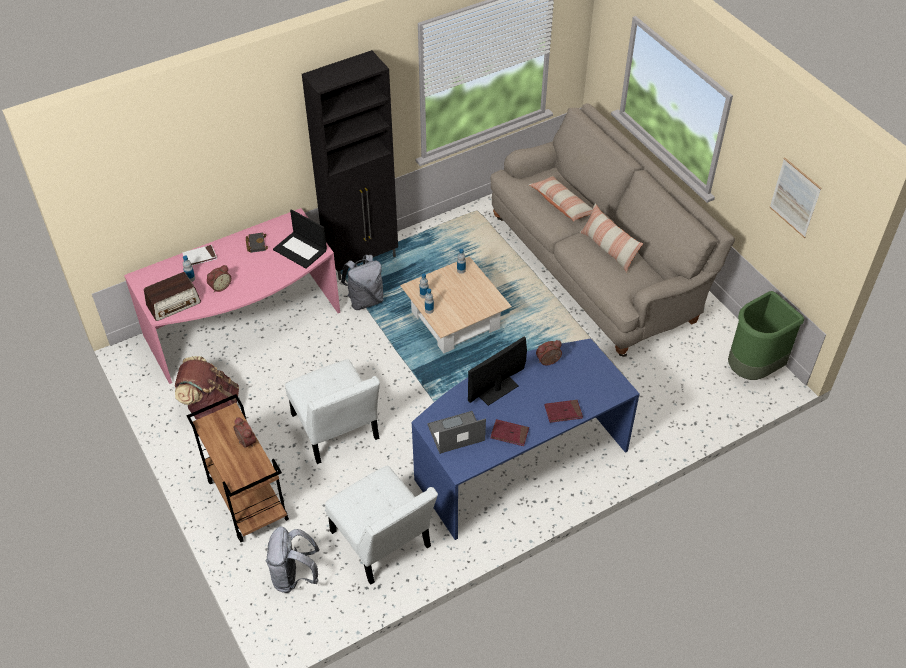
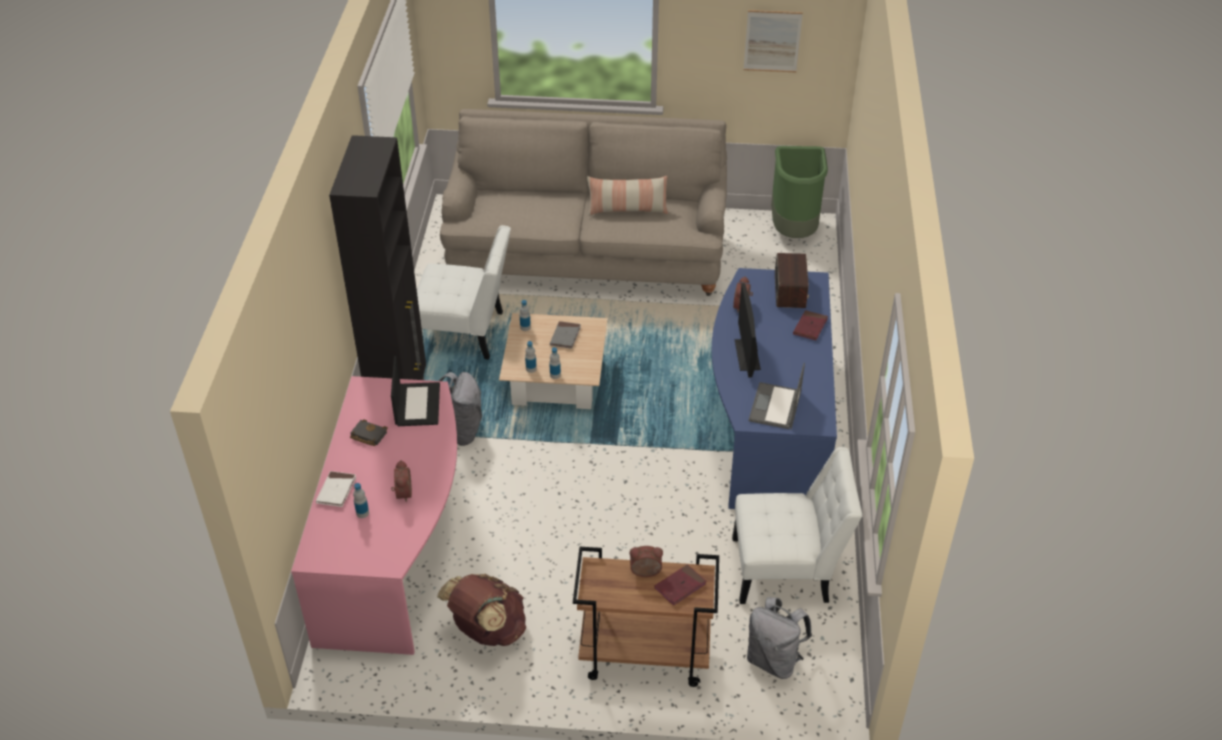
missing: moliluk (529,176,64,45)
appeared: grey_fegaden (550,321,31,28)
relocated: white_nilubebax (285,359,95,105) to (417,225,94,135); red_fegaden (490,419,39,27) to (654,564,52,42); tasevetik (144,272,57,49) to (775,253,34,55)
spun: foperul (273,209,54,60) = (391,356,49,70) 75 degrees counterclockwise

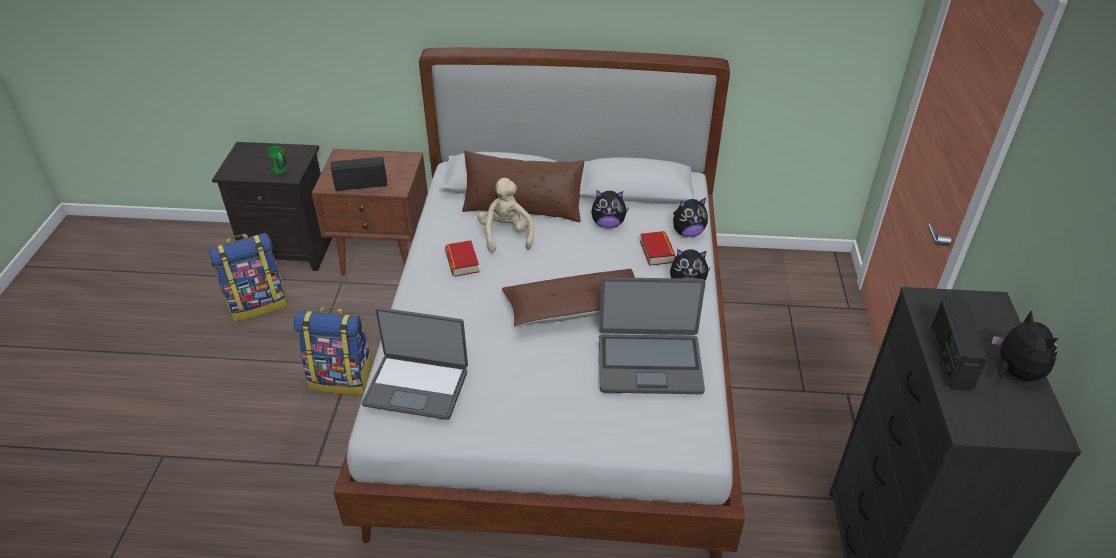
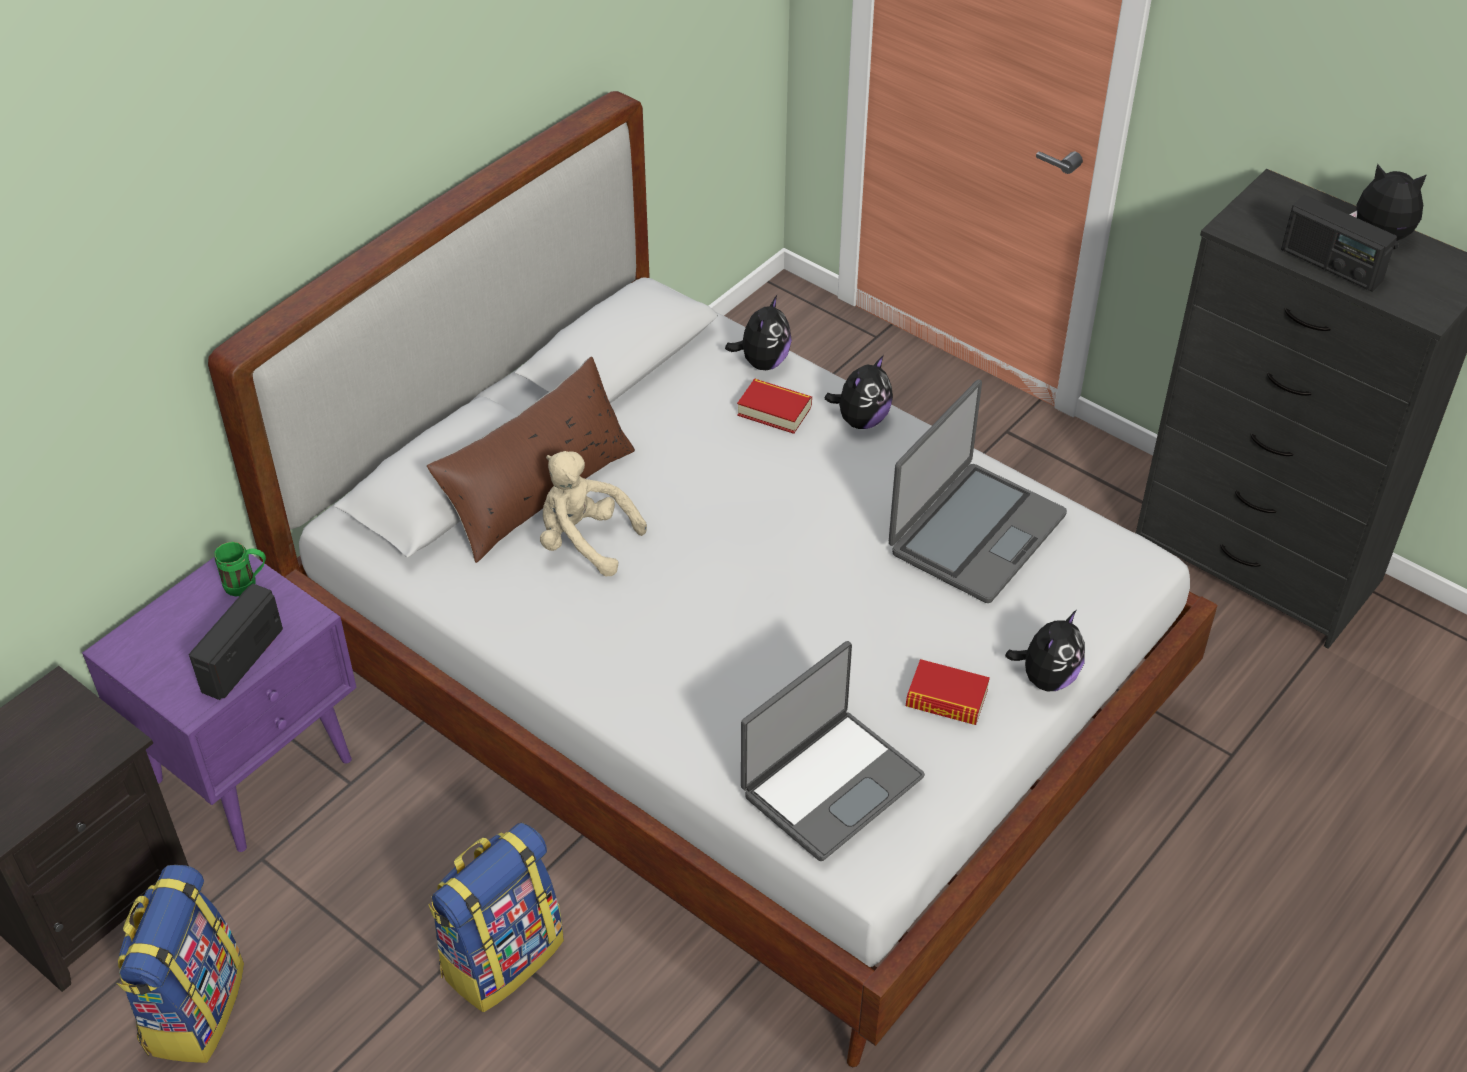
missing: brown_moliluk (502,269,133,58)
relocated: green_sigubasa (267,146,21,28) to (214,542,52,54); fegaden (445,240,34,37) to (906,659,84,66); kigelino (591,191,38,37) to (1005,610,80,81)
colour: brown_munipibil (312,149,116,127) to purple_munipibil (82,554,275,298)

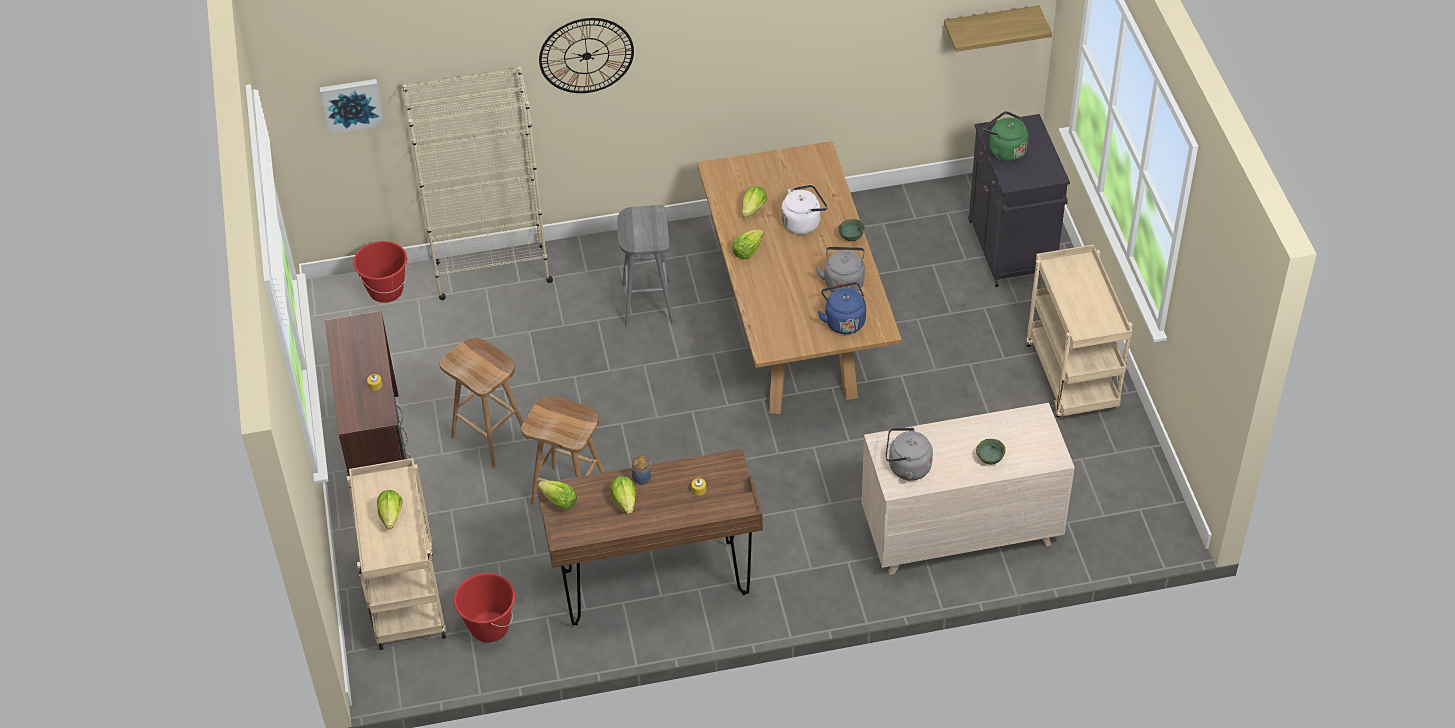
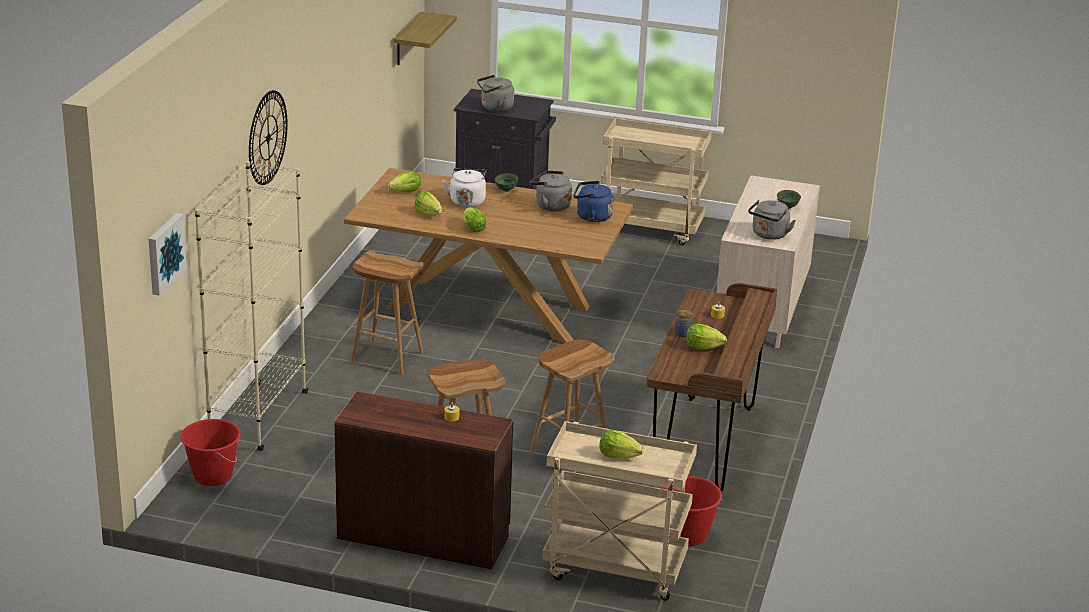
relocated: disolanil (538,481,39,29) to (387,171,34,21)
colour: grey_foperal (617,205,57,122) to brown_foperal (351,250,72,125); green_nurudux (983,111,46,51) to grey_nurudux (477,75,37,37)

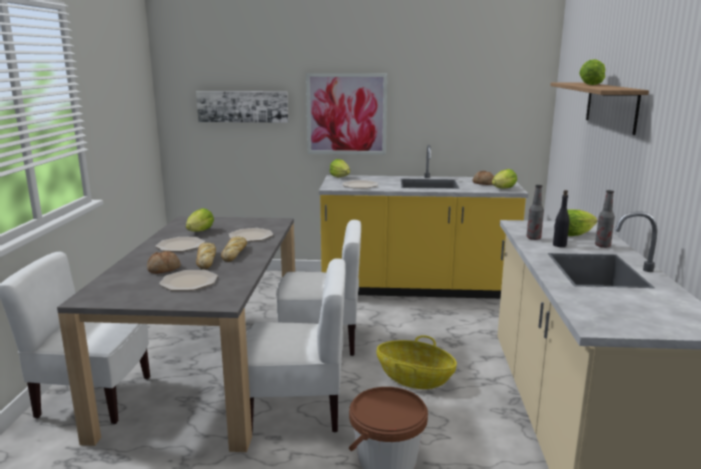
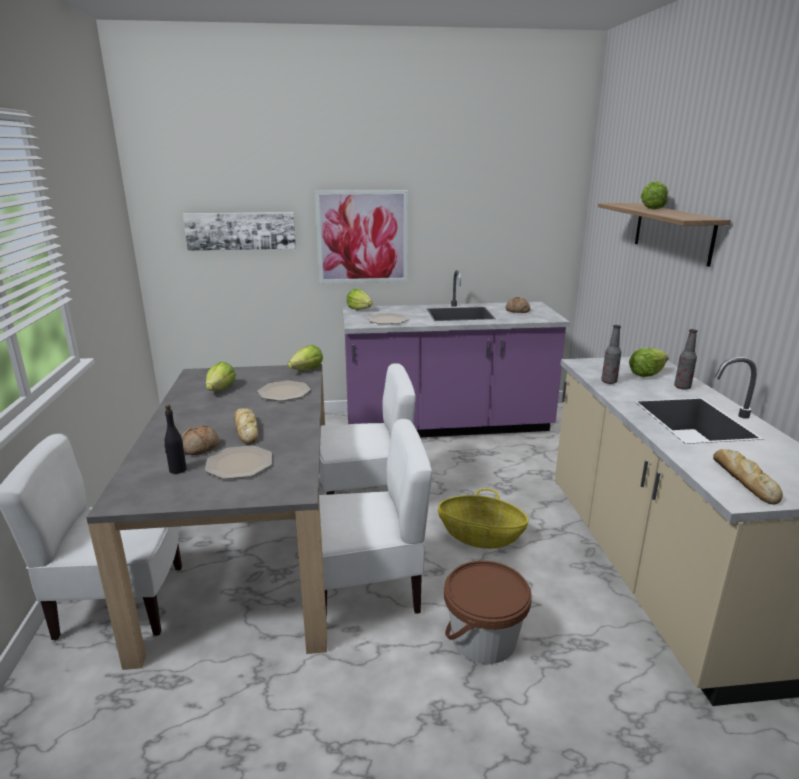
missing: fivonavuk (155,237,50,15)
relocated: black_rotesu (553,190,17,57) to (164,405,23,69); disolanil (492,169,25,19) to (288,345,35,25); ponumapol (221,236,26,26) to (713,449,70,55)
colour: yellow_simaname (319,145,210,154) to purple_simaname (343,270,227,167)

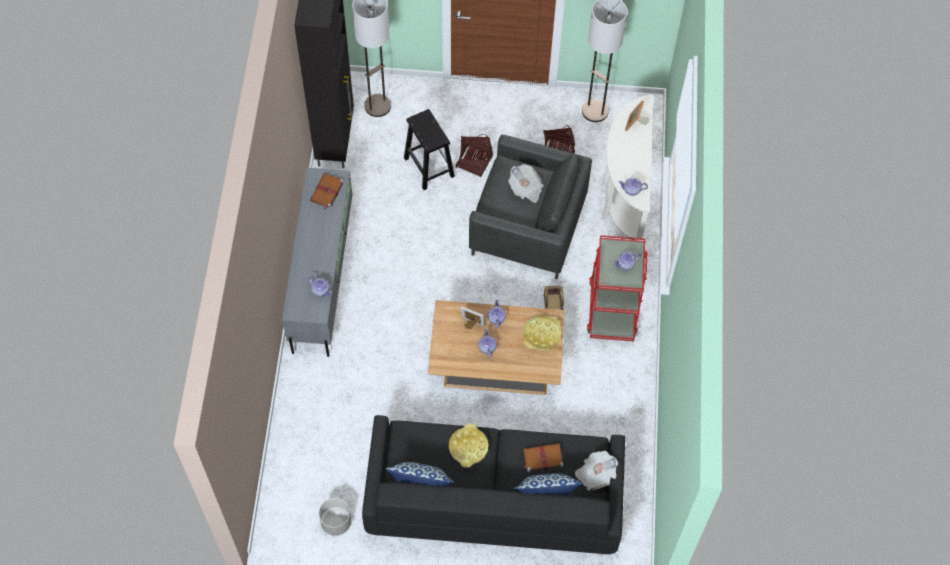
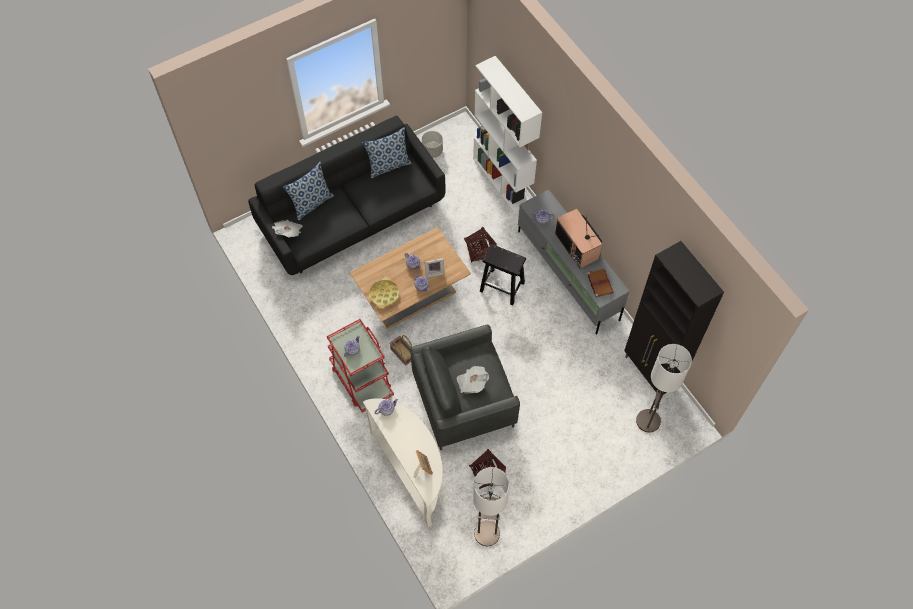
missing: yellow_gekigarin (449,423,40,45); brown_fegaden (523,443,41,29)
appeared: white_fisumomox (473,56,69,156); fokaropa (555,209,47,60)
relocated: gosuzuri (456,134,37,44) to (464,227,33,36); black_foperal (404,109,51,81) to (480,244,46,61)

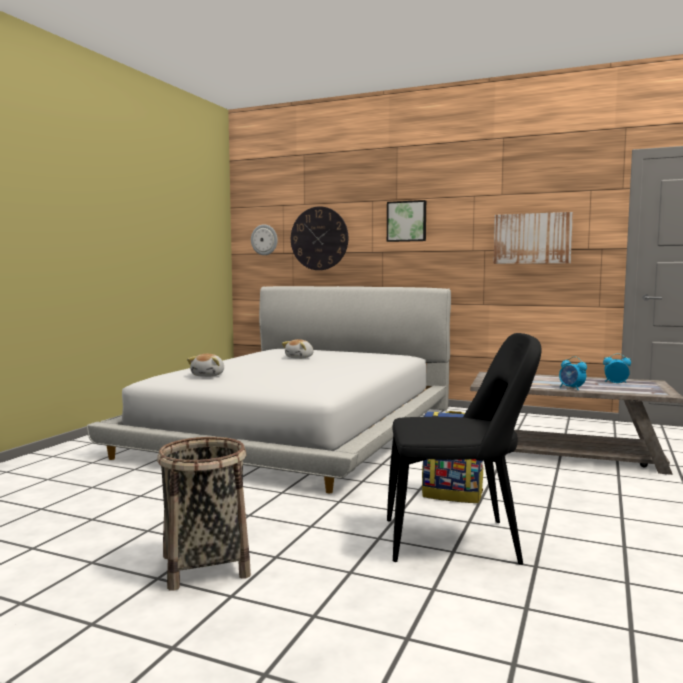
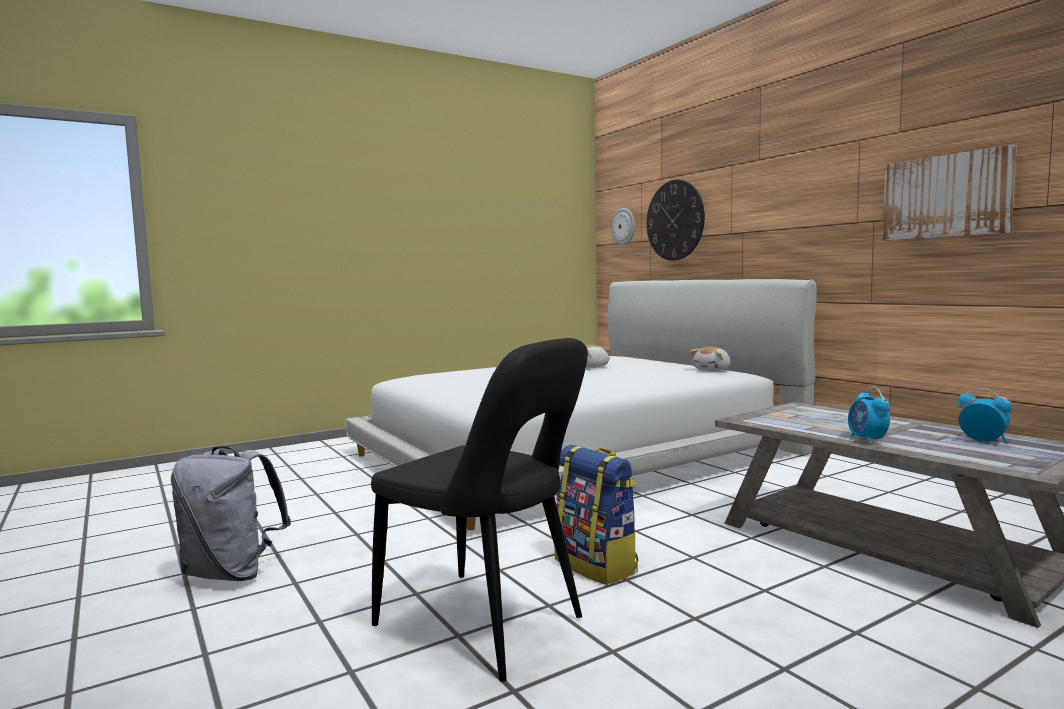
missing: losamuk (387,200,39,42)
relocated: kigelino (187,354,37,23) to (690,347,41,24)
exchanged: gosuzuri (157,437,94,154) to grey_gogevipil (171,446,120,135)

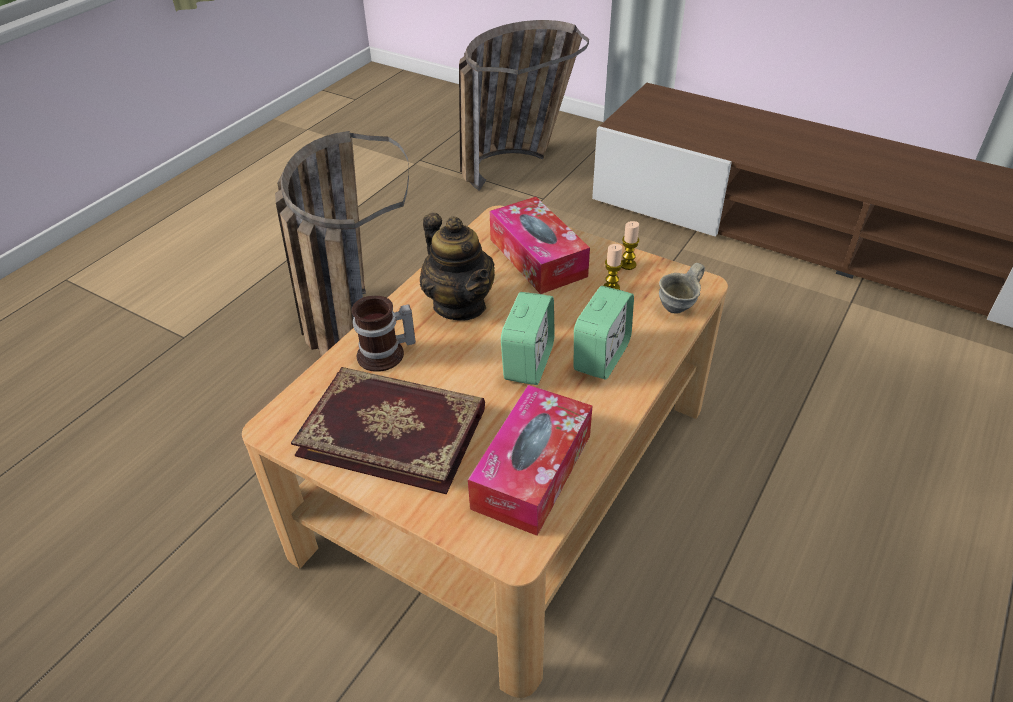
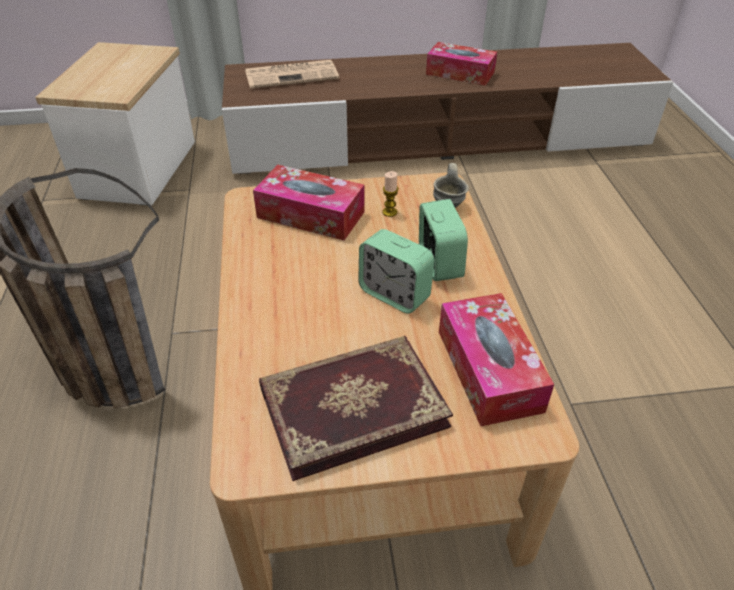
missing: sigubasa (352,296,64,76); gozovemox (420,213,75,107); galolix (621,221,18,49)
appeared: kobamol (245,60,94,29); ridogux (426,42,71,44)
exchanged: gosuzuri (459,20,130,171) to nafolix (35,42,160,163)
spun: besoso (501,292,54,93) = (358,229,77,85) 150 degrees clockwise

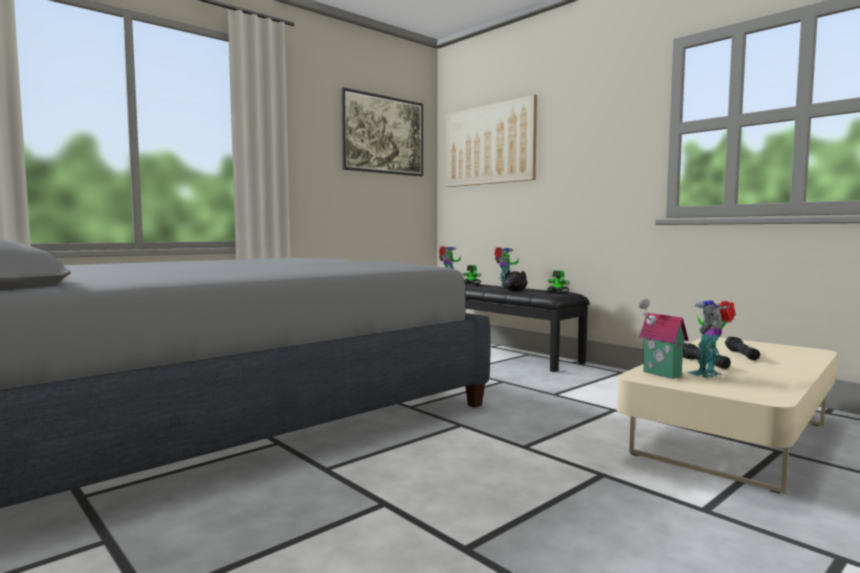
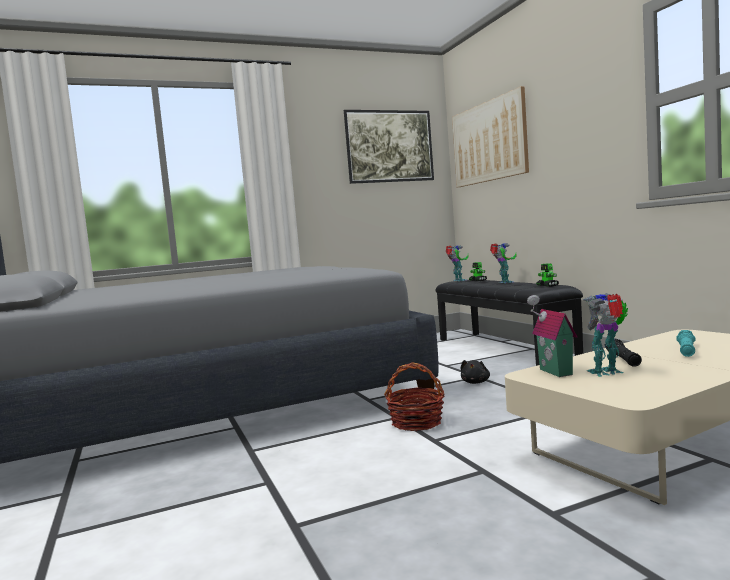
appeared: gosuzuri (384,362,61,69)
relocated: black_kigelino (503,270,24,21) to (461,360,29,24)
colour: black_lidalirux (725,337,35,23) to turquoise_lidalirux (676,330,19,27)

